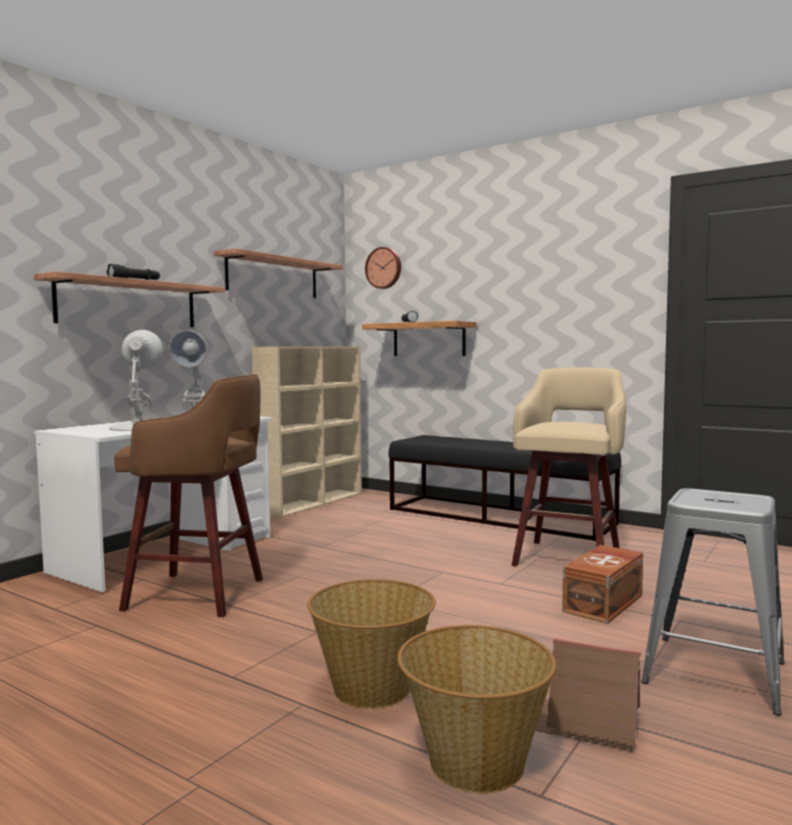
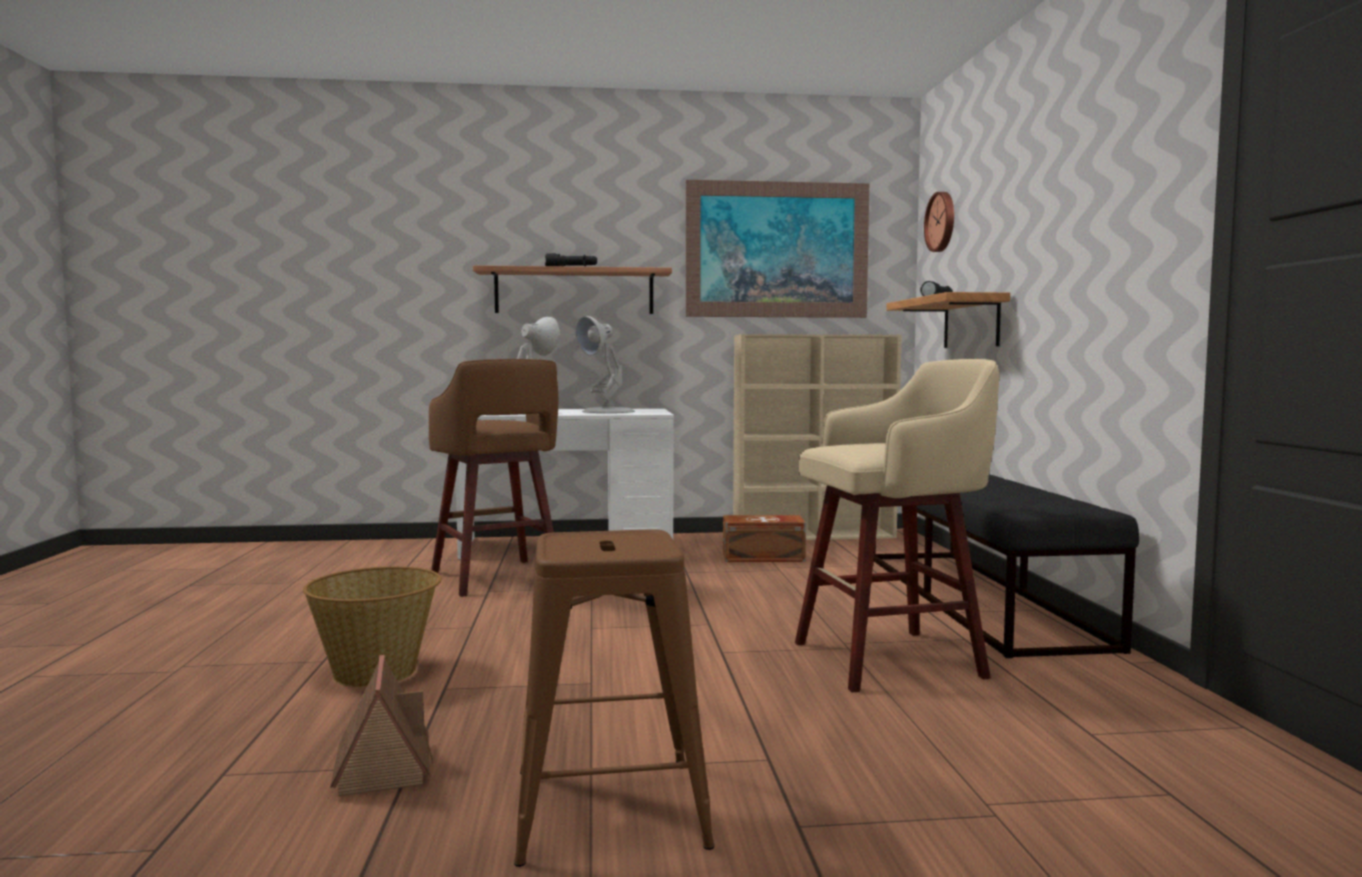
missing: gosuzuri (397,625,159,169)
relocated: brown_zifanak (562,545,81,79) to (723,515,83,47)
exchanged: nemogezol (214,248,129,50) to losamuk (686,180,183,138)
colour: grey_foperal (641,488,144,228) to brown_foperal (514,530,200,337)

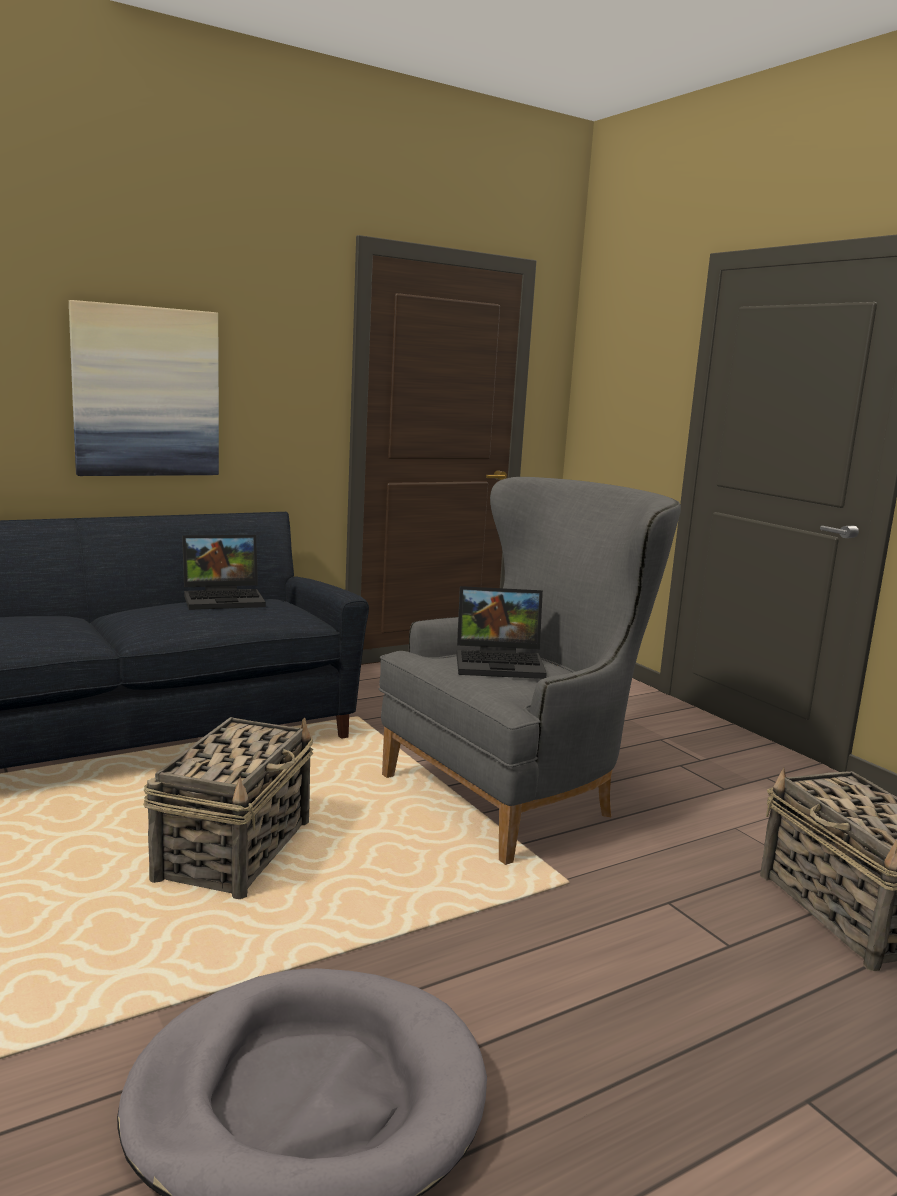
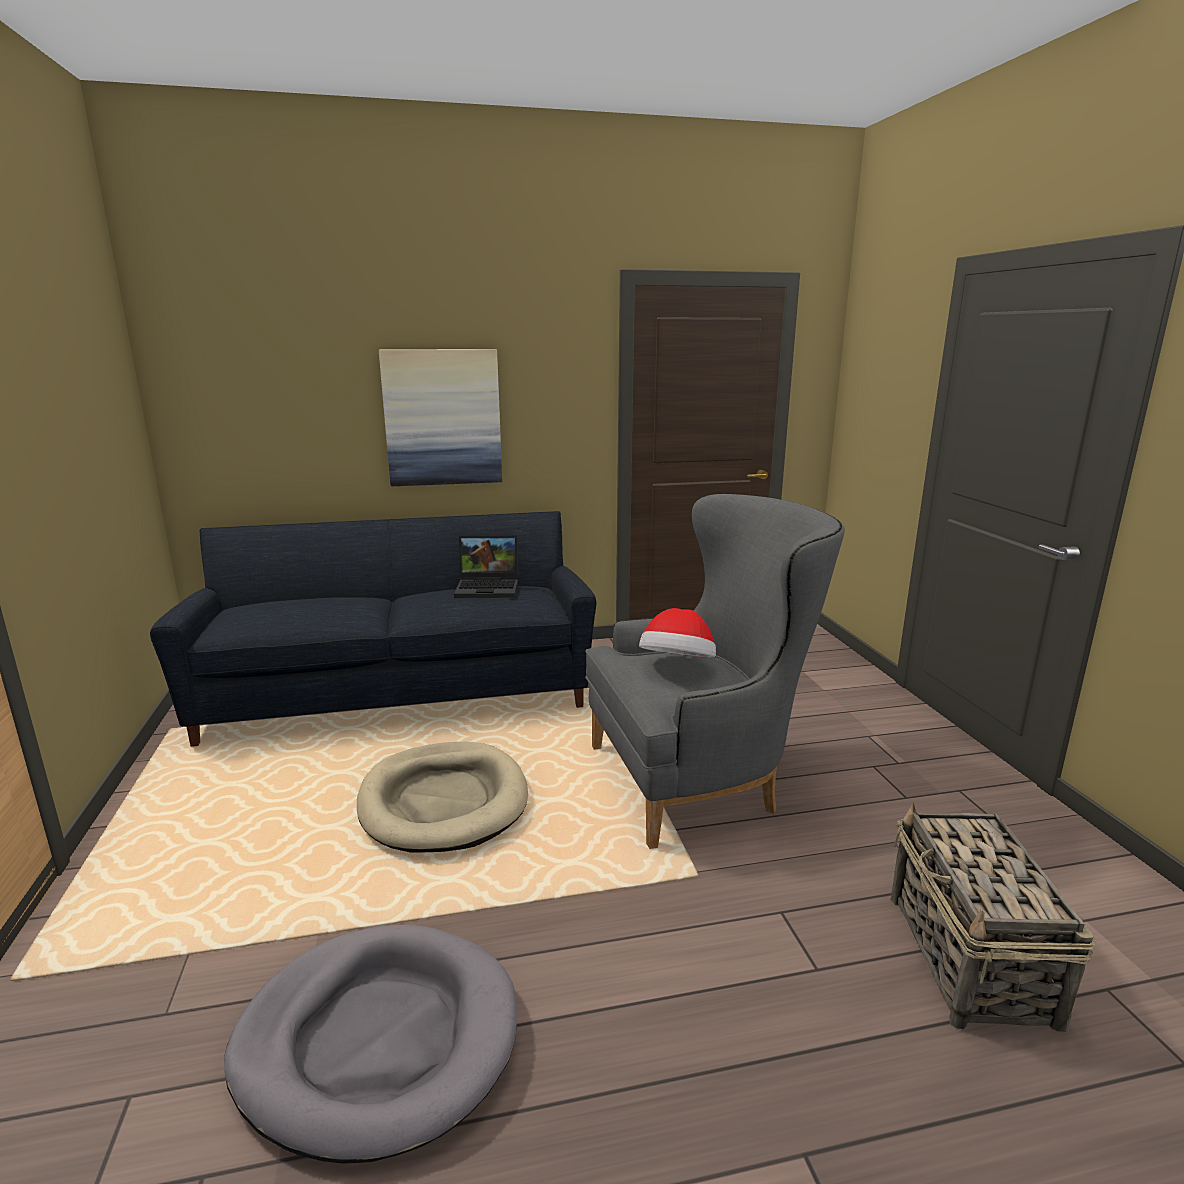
exchanged: gosuzuri (143,717,170,182) to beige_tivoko (357,742,171,111); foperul (456,586,91,93) to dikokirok (639,608,77,50)

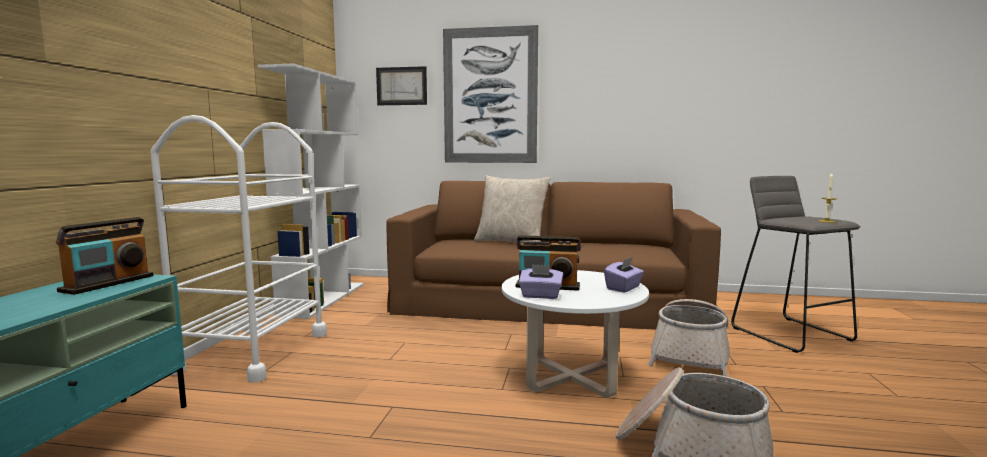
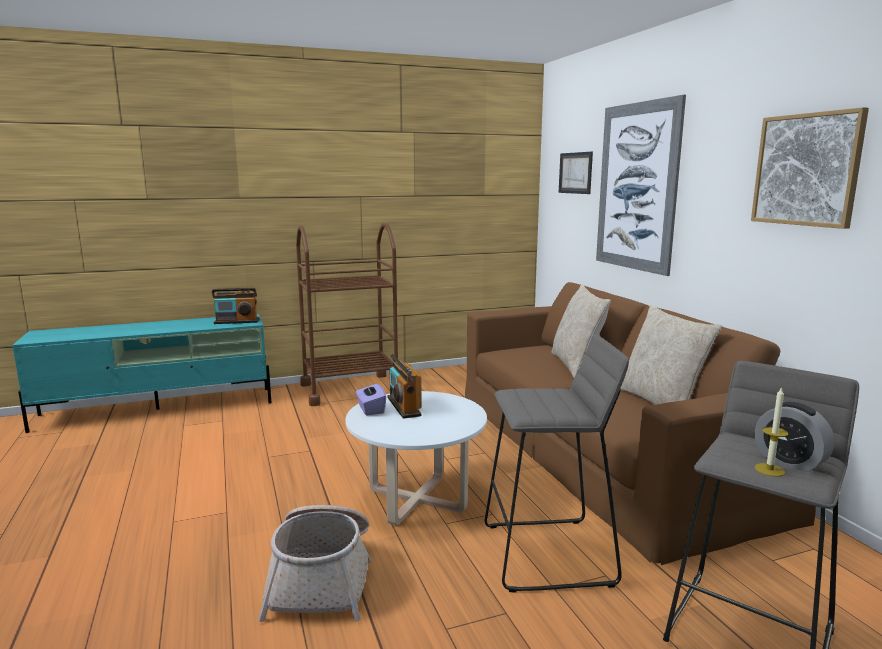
missing: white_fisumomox (258,64,106,255); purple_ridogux (604,257,40,36)
appeared: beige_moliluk (621,305,101,100); losamuk (751,107,118,122); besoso (755,402,79,70)
exchanged: gosuzuri (648,299,82,78) to grey_foperal (484,334,145,259)
colour: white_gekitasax (150,115,177,267) to brown_gekitasax (296,223,102,183)

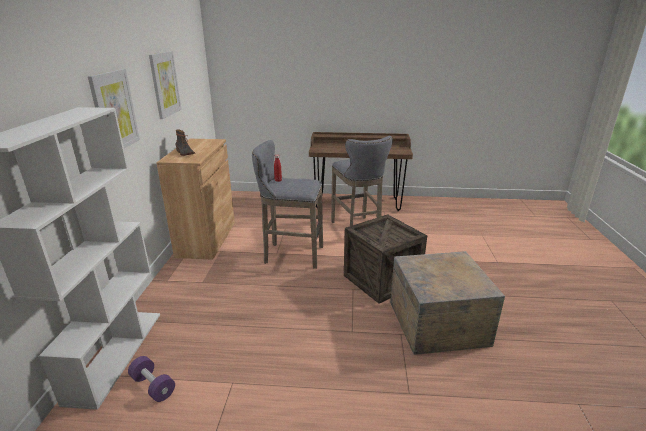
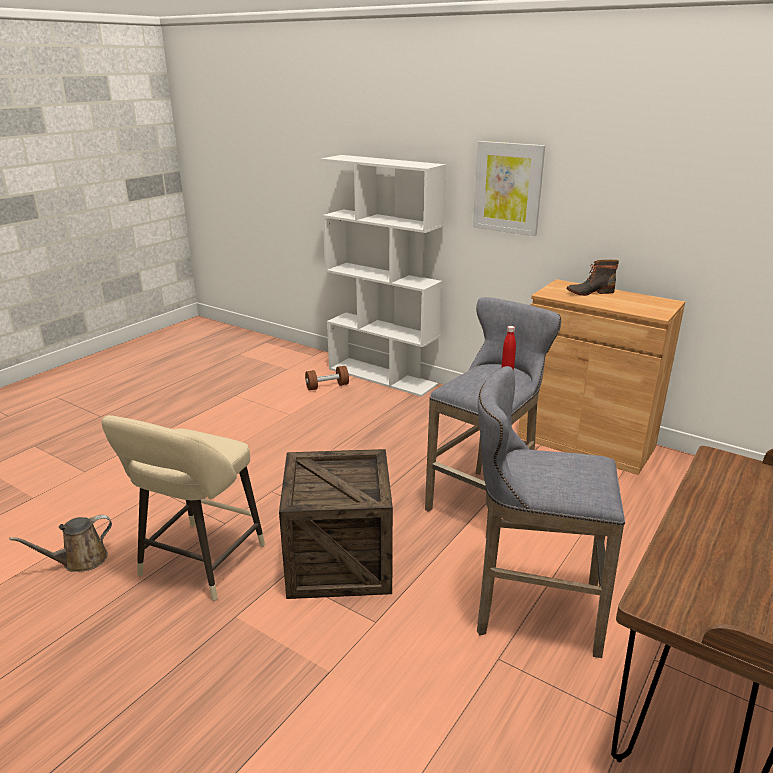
missing: losamuk (149,51,33,68)
appeared: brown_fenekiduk (9,515,103,57)
exchanged: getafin (390,251,115,104) to beige_foperal (102,415,163,186)
colour: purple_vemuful (128,356,47,46) to brown_vemuful (305,366,44,25)

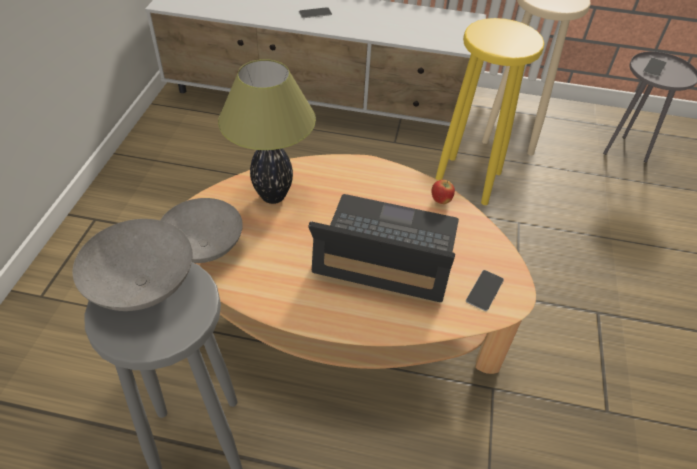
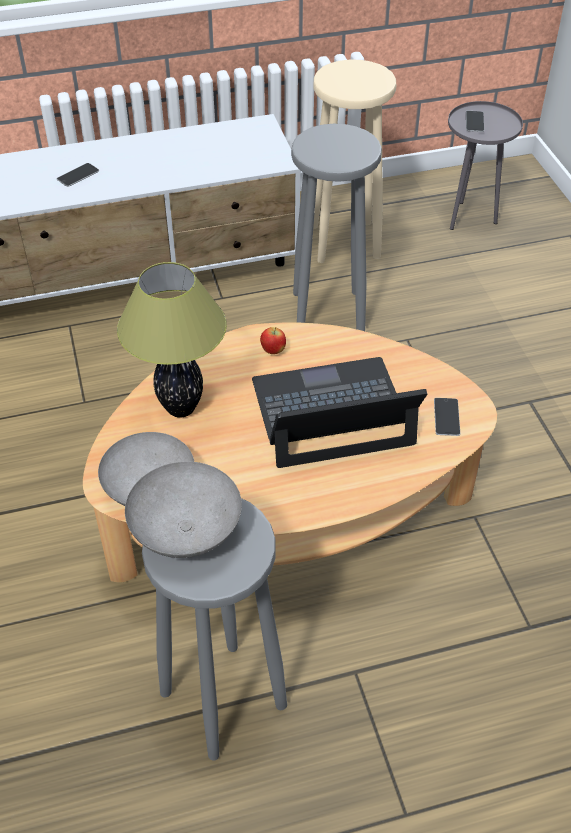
relocated: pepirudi (432,180,23,24) to (260,327,26,27)
colour: yellow_foperal (435,18,109,187) to grey_foperal (291,124,91,207)

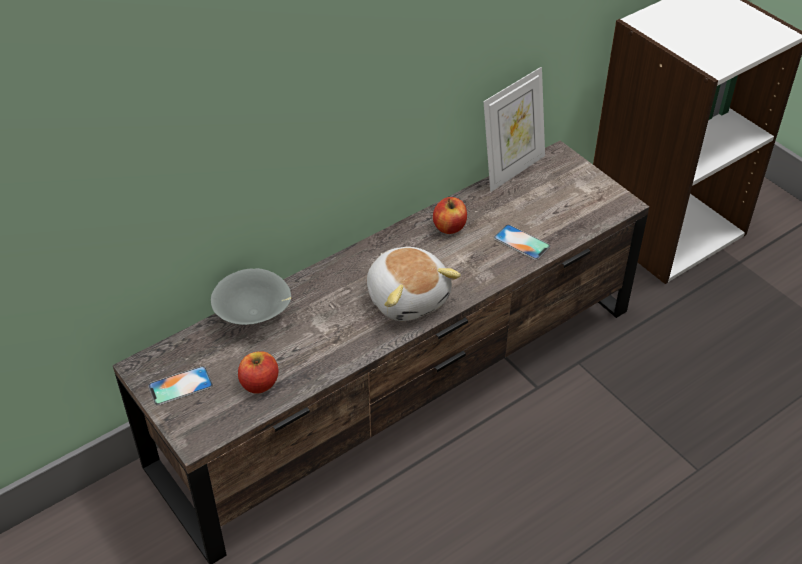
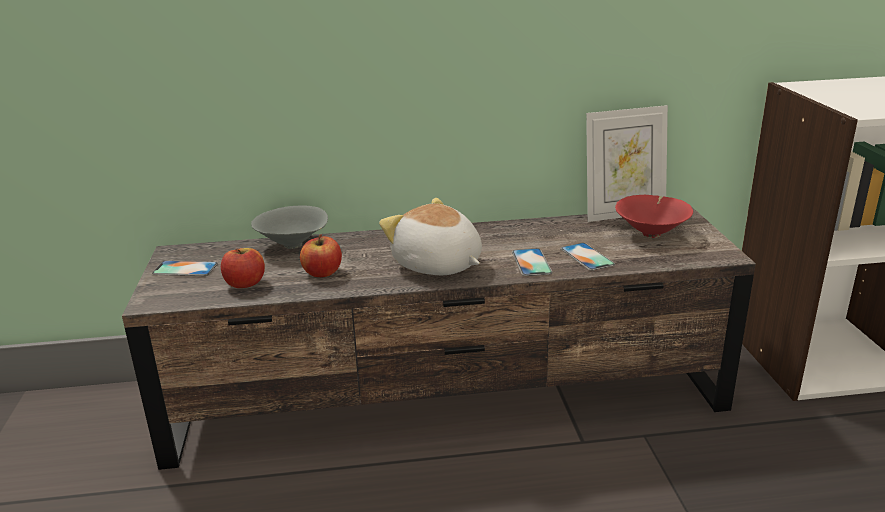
appeared: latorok (512,248,41,28); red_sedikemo (615,195,78,43)
relocated: pepirudi (433,197,34,37) to (300,234,42,43)
spun: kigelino (367,247,94,74) = (379,198,103,77) 135 degrees clockwise

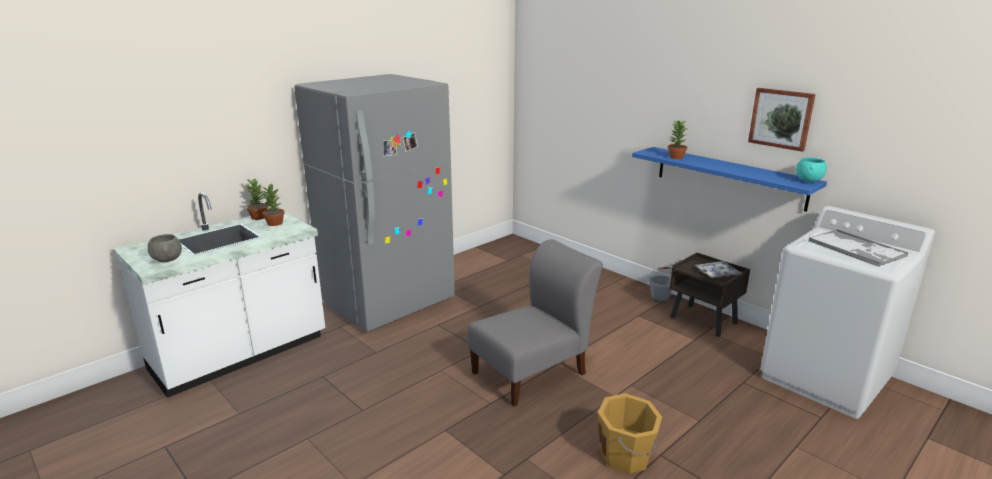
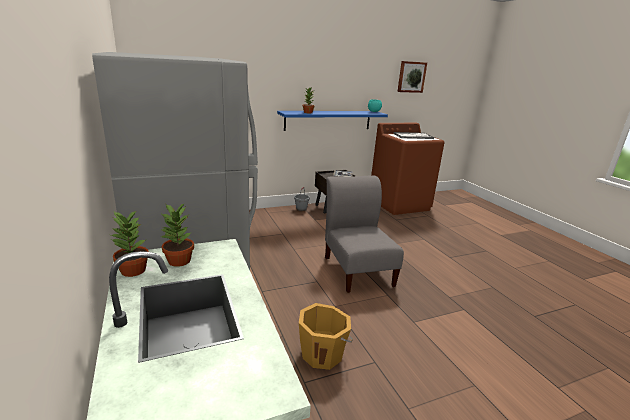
missing: grey_sedikemo (148,234,34,28)
relocated: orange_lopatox (598,393,64,81) to (299,303,54,67); losamuk (748,88,68,64) to (397,61,30,32)
colour: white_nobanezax (760,206,175,213) to brown_nobanezax (371,123,74,92)

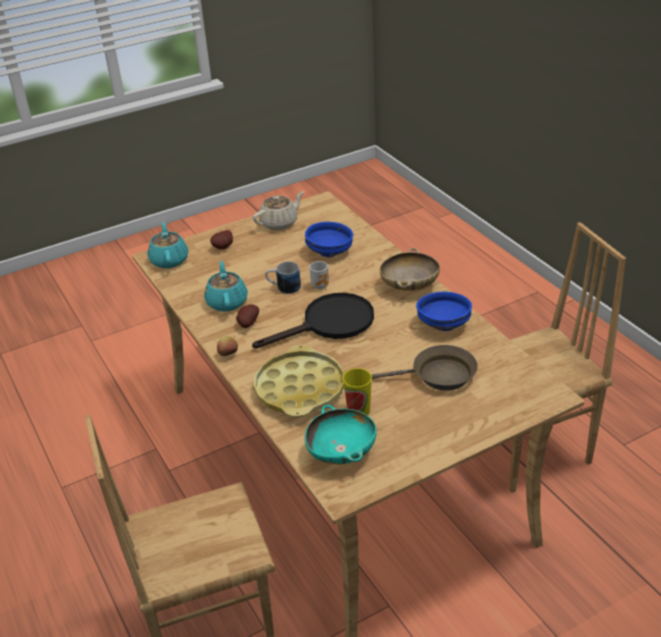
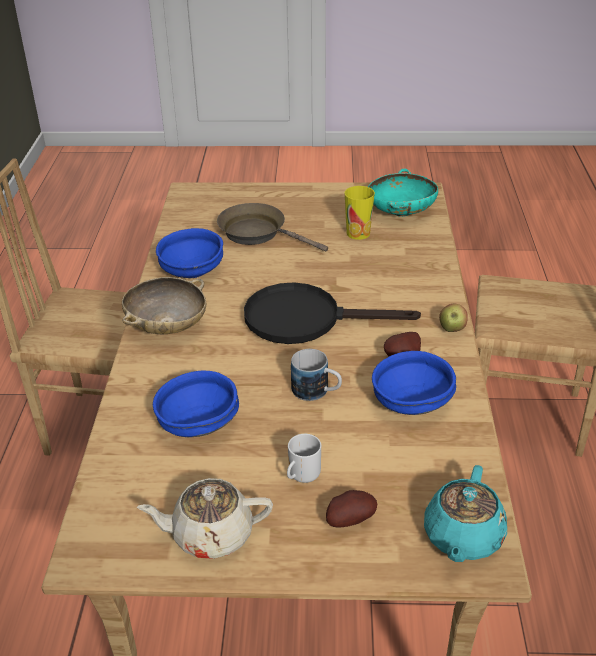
missing: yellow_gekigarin (254,345,90,72)
relocated: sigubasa (309,261,20,28) to (287,434,34,49)
exchanged: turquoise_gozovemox (204,260,44,51) to blue_sedikemo (372,351,84,64)

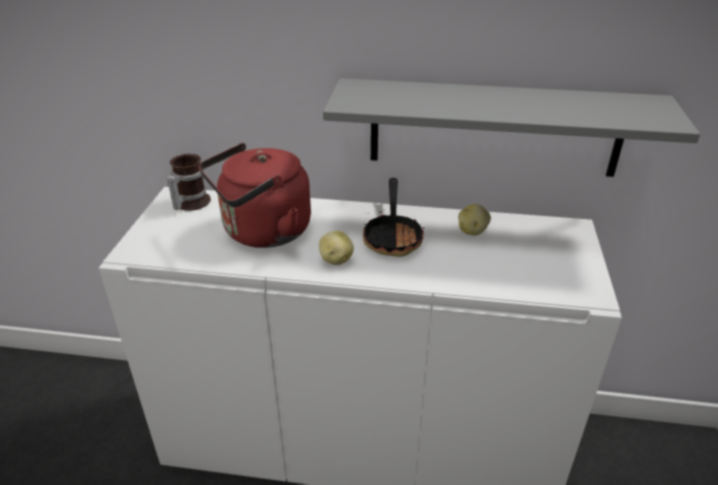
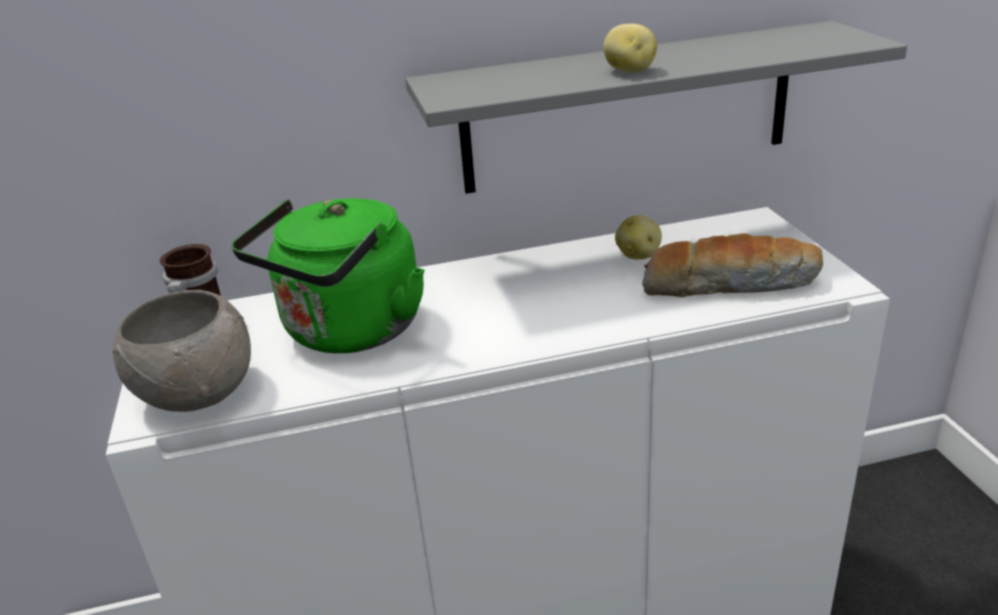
missing: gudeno (363,178,61,79)
appeared: grey_sedikemo (112,290,139,122); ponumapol (642,233,181,64)
relocated: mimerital (319,231,35,34) to (603,24,54,48)
colour: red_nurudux (199,143,112,105) to green_nurudux (231,198,194,155)

